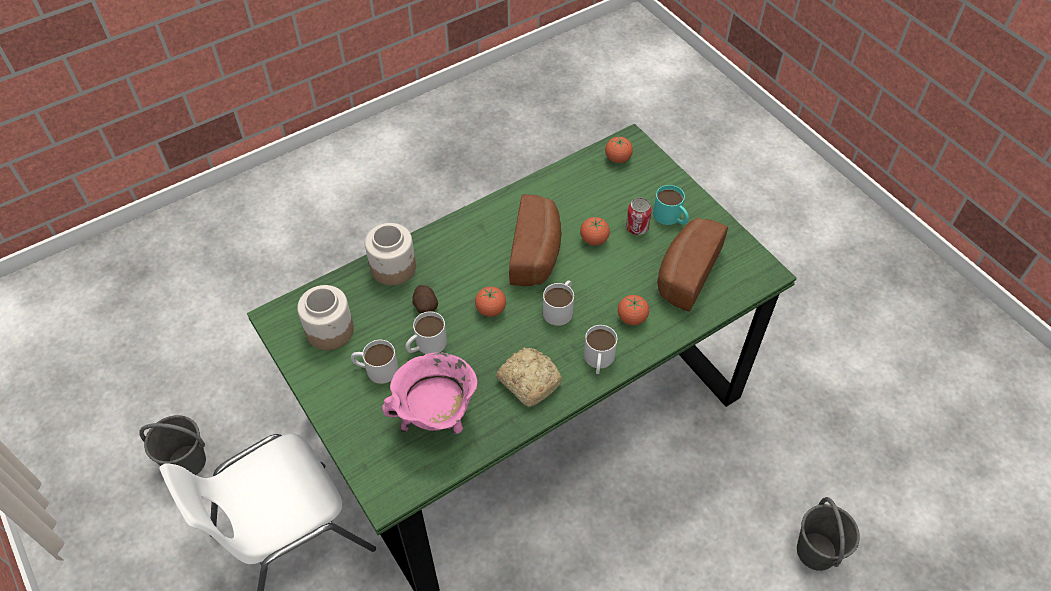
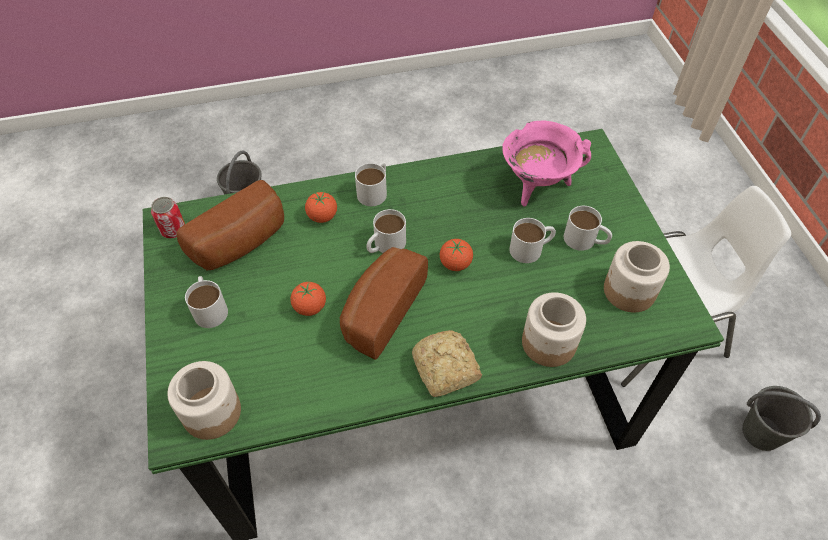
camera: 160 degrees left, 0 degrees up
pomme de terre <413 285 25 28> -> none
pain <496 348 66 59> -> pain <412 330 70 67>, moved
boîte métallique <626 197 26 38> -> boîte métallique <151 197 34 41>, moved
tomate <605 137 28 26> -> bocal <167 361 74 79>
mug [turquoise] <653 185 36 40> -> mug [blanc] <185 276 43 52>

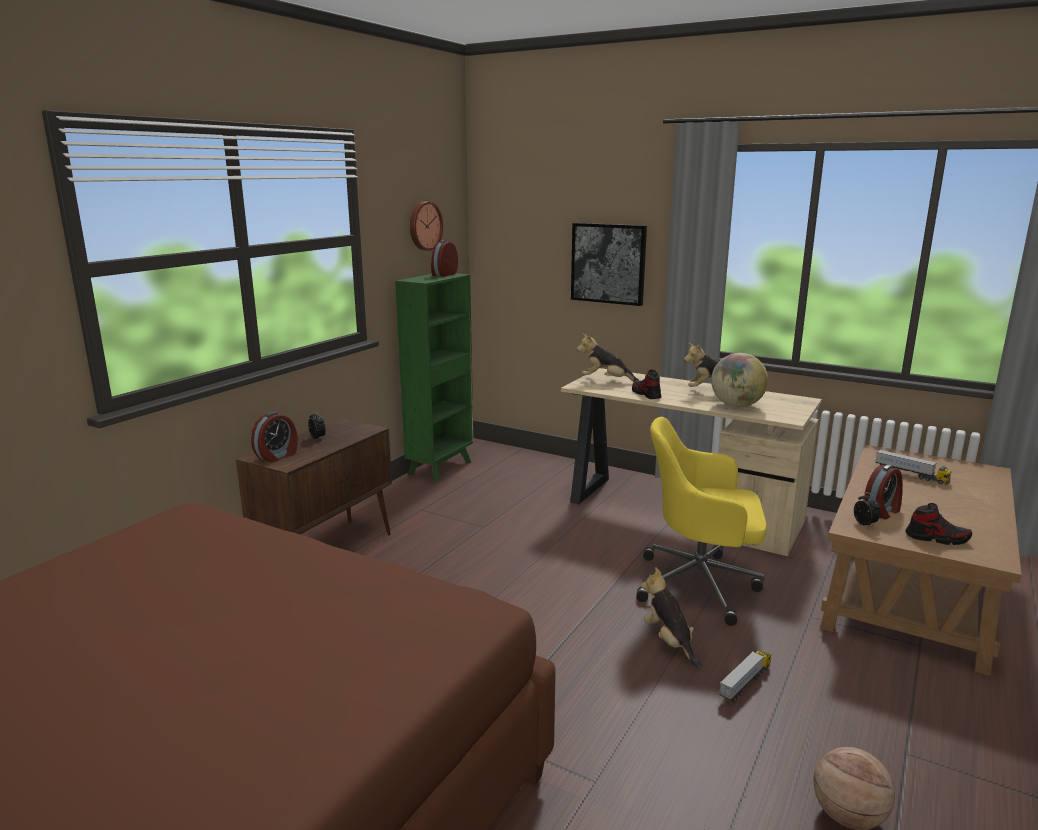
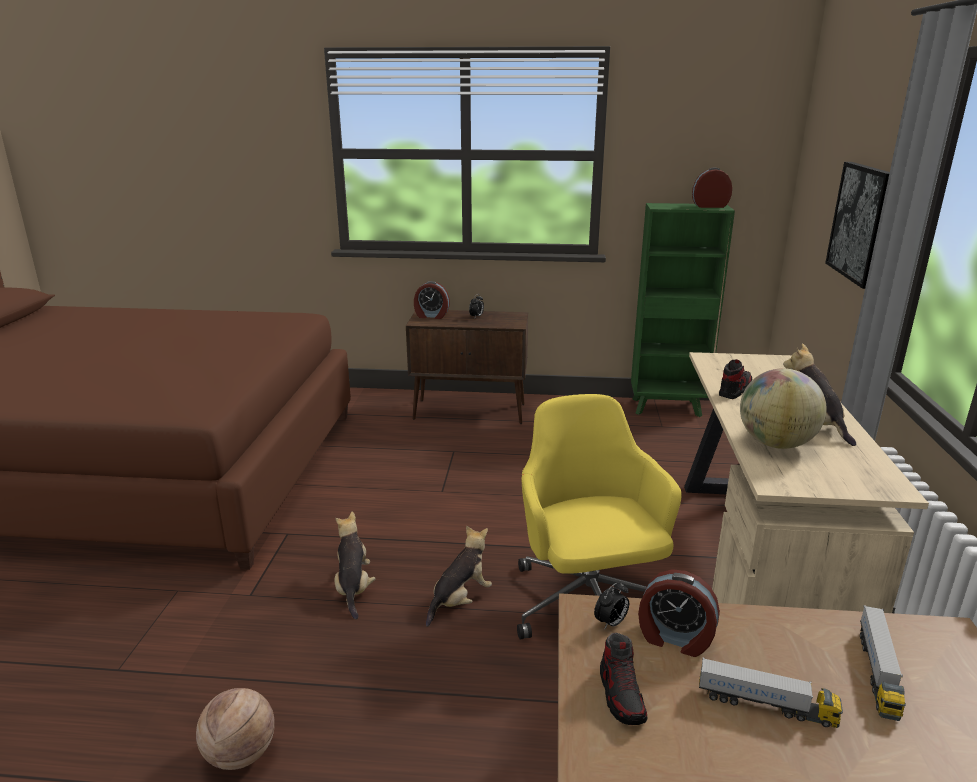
camera: 65 degrees right, 5 degrees up
horloge murale <410 202 33 49> -> none
peluche <577 333 62 49> -> peluche <334 512 42 108>, moved
camion jouet <719 649 52 53> -> camion jouet <699 658 144 70>, moved

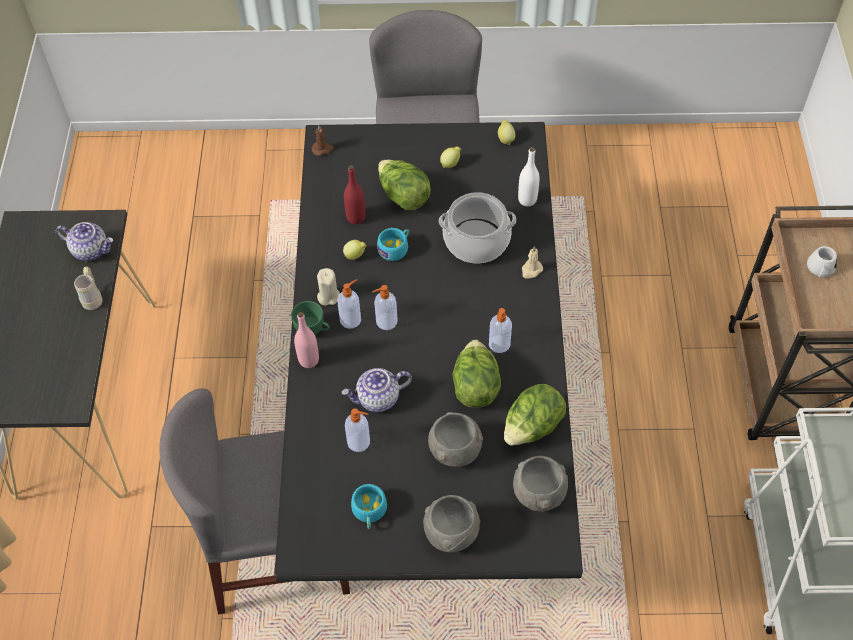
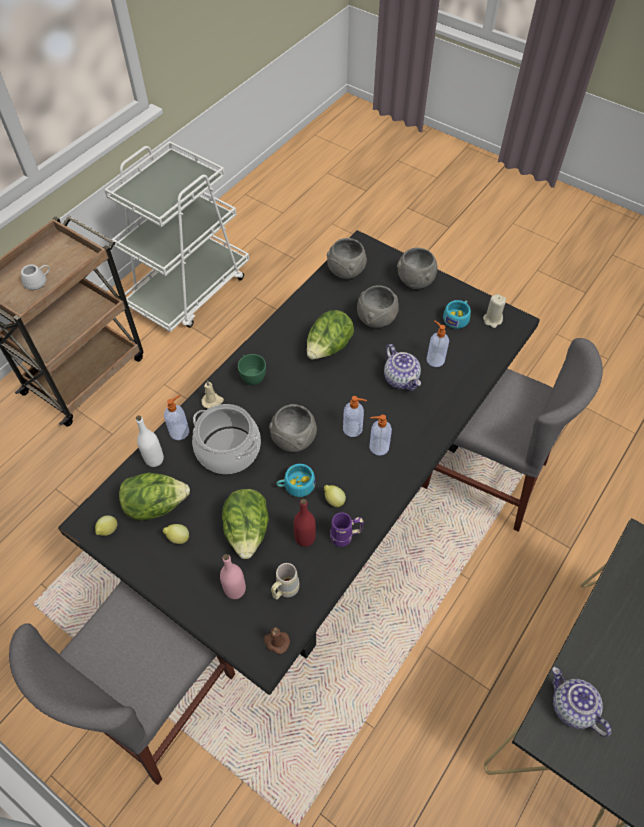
camera: 145 degrees left, 0 degrees up
none -> bol [gris] <269 404 48 48>
none -> mug [violet] <330 512 34 35>
mug [beige] <74 266 29 44> -> mug [beige] <271 563 28 36>, moved
tasse [vert] <291 301 39 34> -> tasse [vert] <238 354 28 31>, moved
bouteille [rose] <294 312 25 56> -> bouteille [rose] <220 554 26 45>, moved
bougie [beige] <317 268 23 37> -> bougie [beige] <483 294 23 34>, moved
distributeur de savon <489 308 23 45> -> distributeur de savon <164 395 25 45>, moved
laitue <504 384 62 61> -> laitue <119 473 71 48>, moved
théière <342 368 70 44> -> théière <384 344 37 47>, 45 degrees clockwise

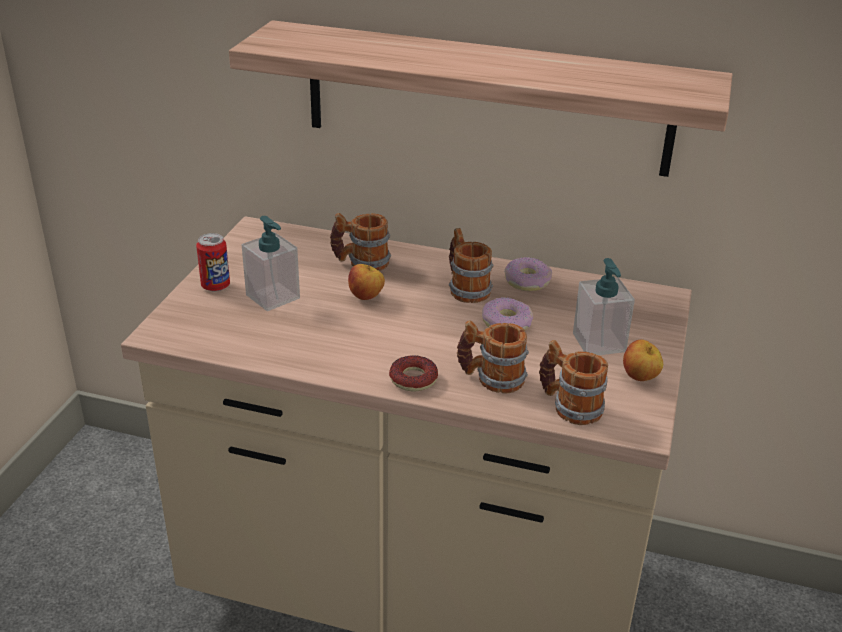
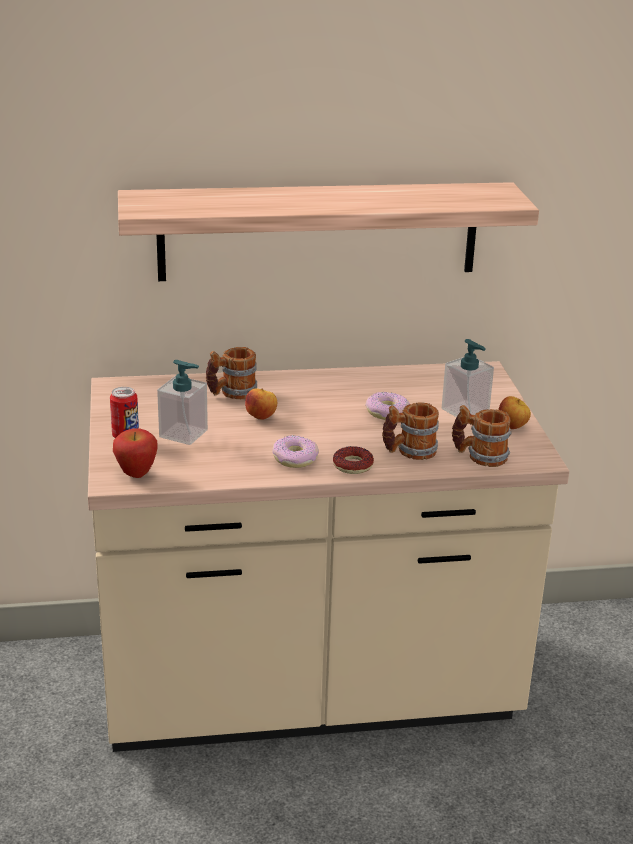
camera: 25 degrees left, 5 degrees down
mug <449 228 45 75> -> none
none -> pomme <113 428 45 50>
beignet <504 257 48 34> -> beignet <272 435 47 33>, moved

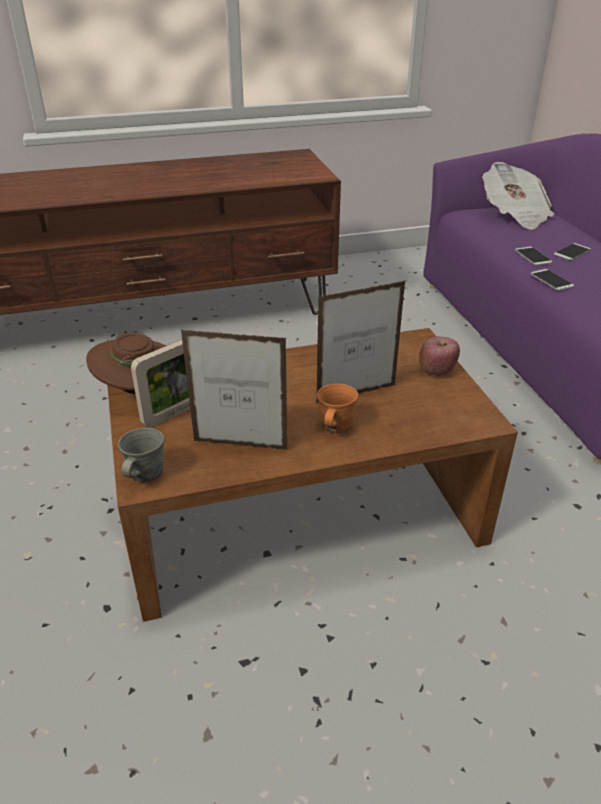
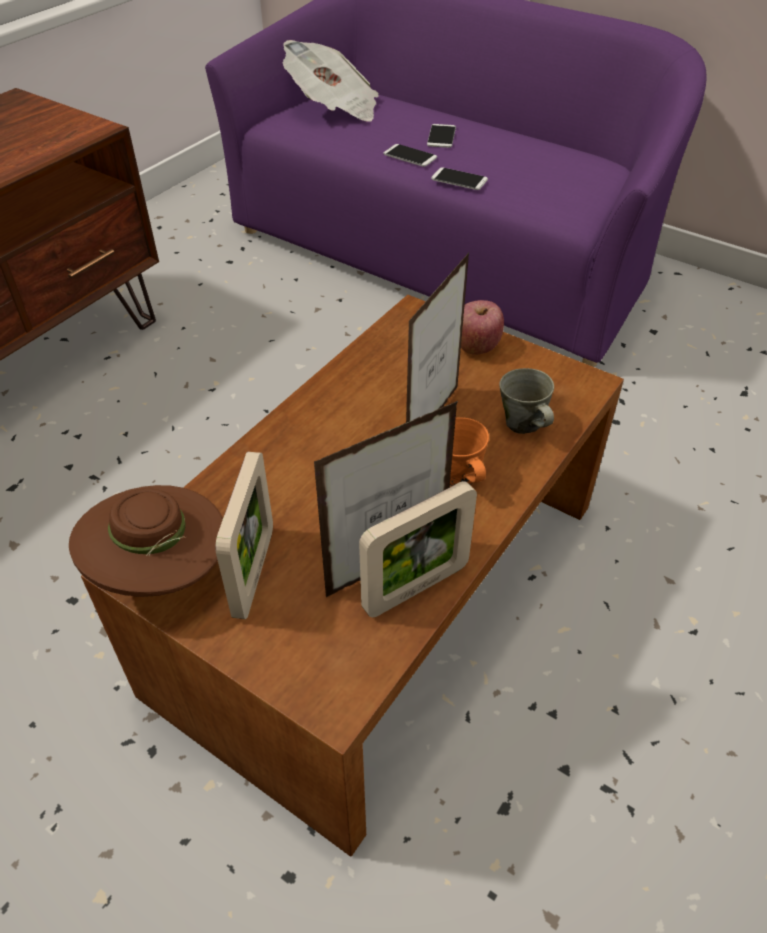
camera: 40 degrees left, 10 degrees up
none -> cadre photo <359 481 118 136>
mug [gris] <118 428 46 55> -> mug [gris] <499 368 55 66>, moved

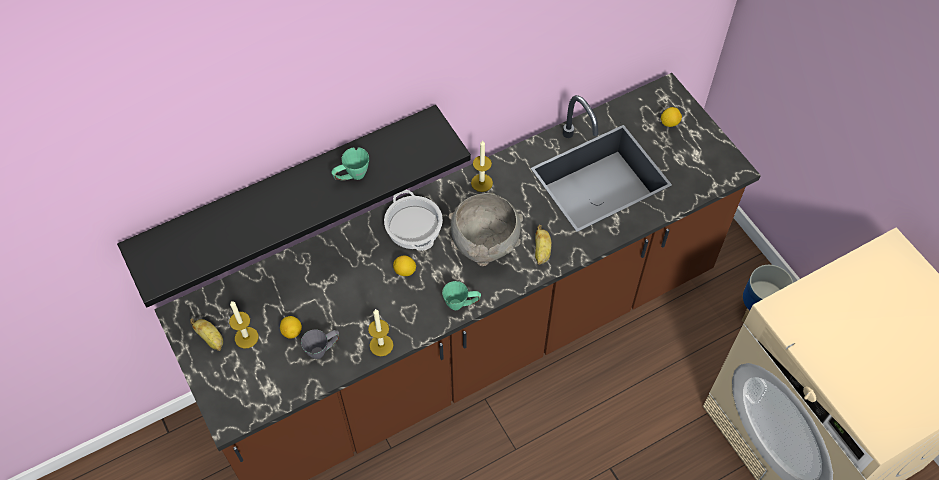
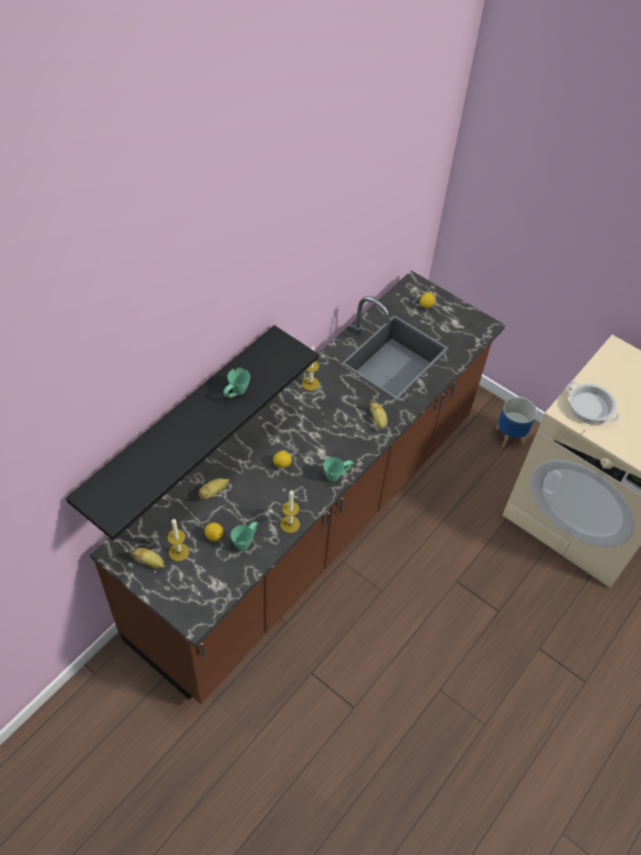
camera: 25 degrees left, 5 degrees down
bol [gris] <449 192 74 75> -> none
none -> banane <198 478 31 21>
marmite <384 190 59 61> -> marmite <566 382 53 43>, moved
mug [gris] <301 329 38 30> -> mug [vert] <231 522 27 29>

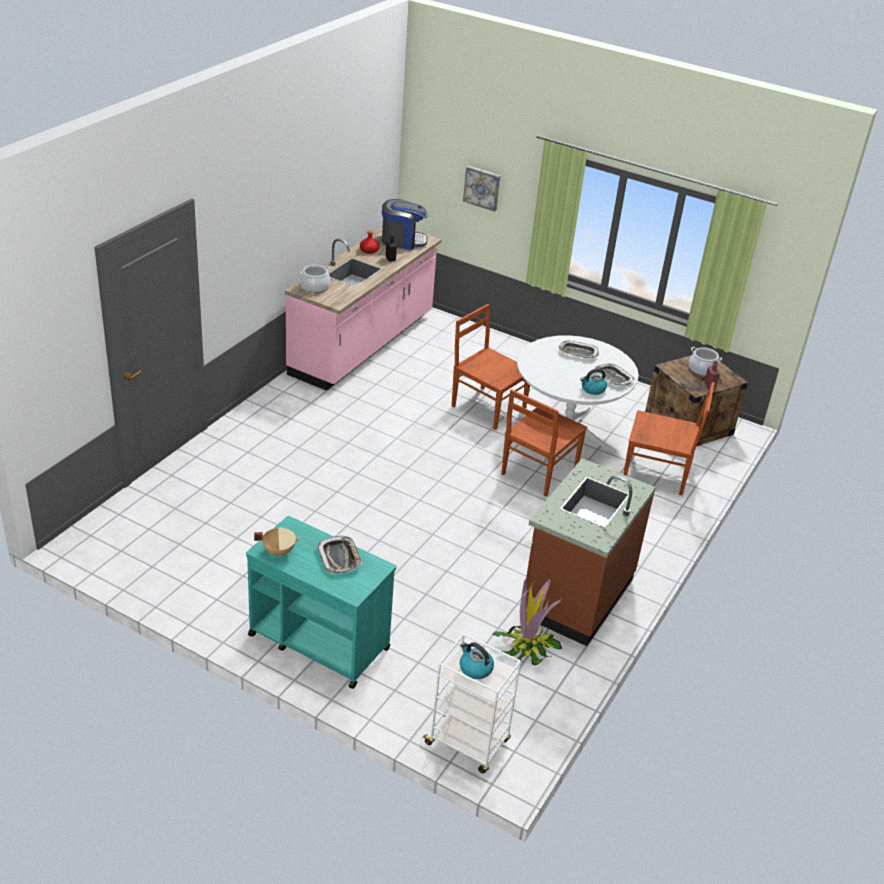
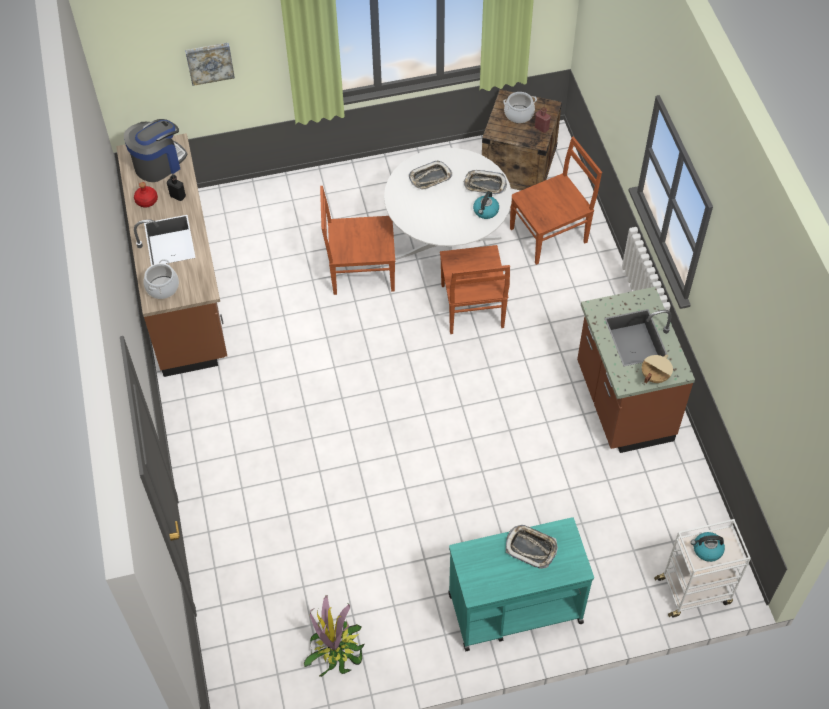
camera: 40 degrees left, 20 degrees up
marmite [beige] <254 528 46 29> -> marmite [beige] <642 355 31 29>, moved
plante en pot <492 575 70 90> -> plante en pot <304 595 61 82>, moved
comptoir de cuisine [rose] <285 228 157 163> -> comptoir de cuisine [marron] <116 133 111 244>

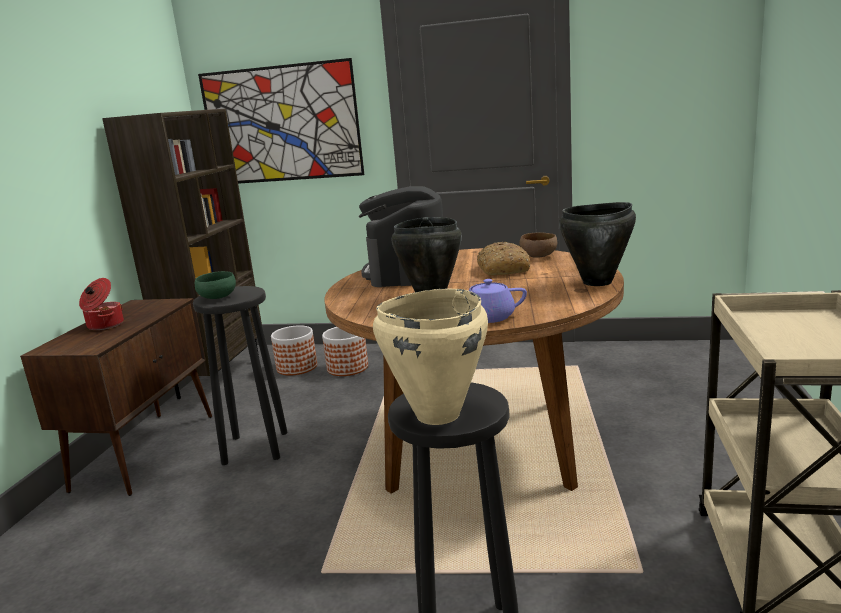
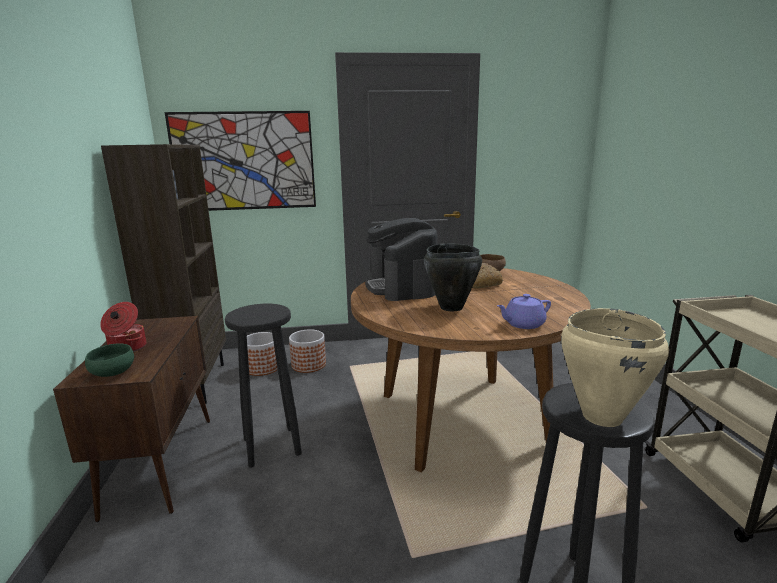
camera: 20 degrees left, 0 degrees up
marmite [noir] <559 202 77 84> -> none
bol [vert] <195 271 41 28> -> bol [vert] <85 343 49 34>, moved

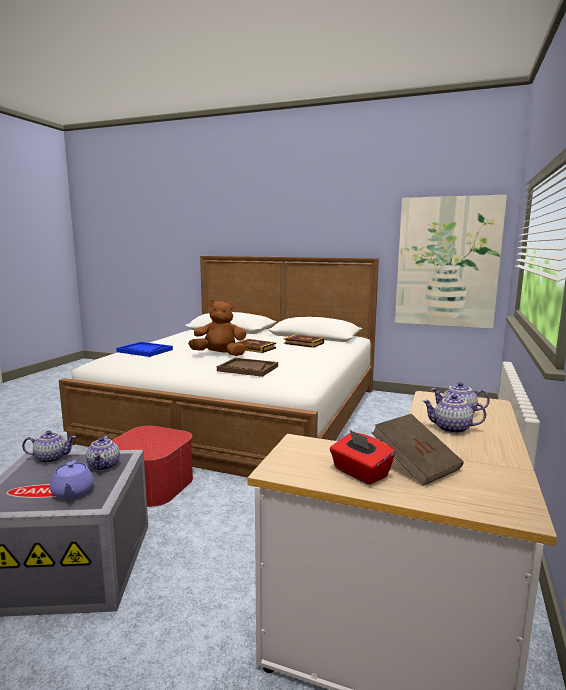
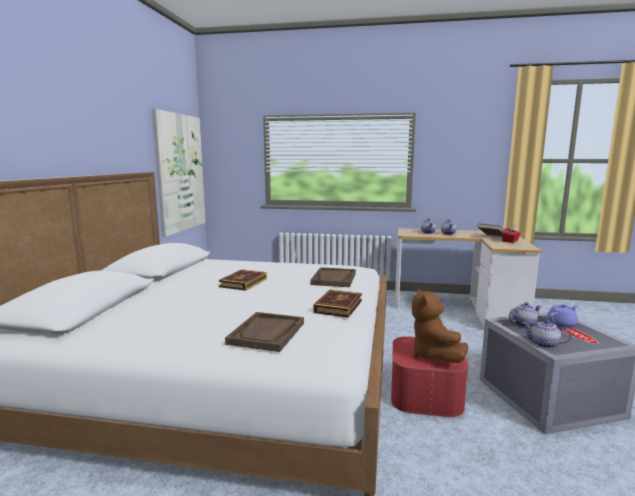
camera: 100 degrees left, 0 degrees up
peluche [marron] <188 300 58 56> -> peluche [marron] <412 288 57 75>, moved
livre <284 335 40 13> -> livre <313 289 49 29>, moved
plateau [bleu] <116 342 57 15> -> plateau [marron] <225 312 79 40>
théière <22 431 54 32> -> théière <523 320 48 28>, 45 degrees counterclockwise

